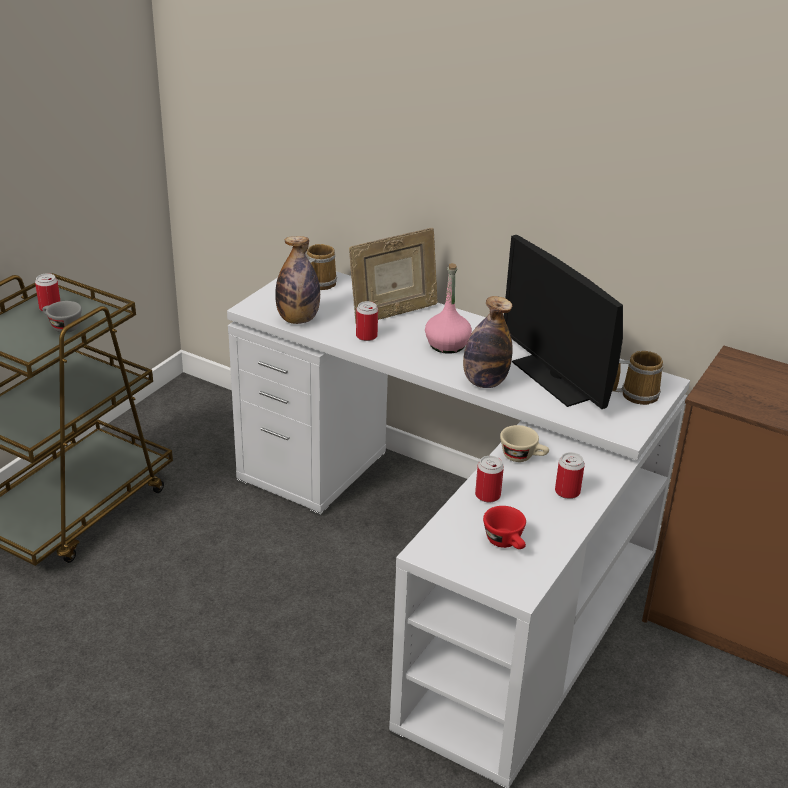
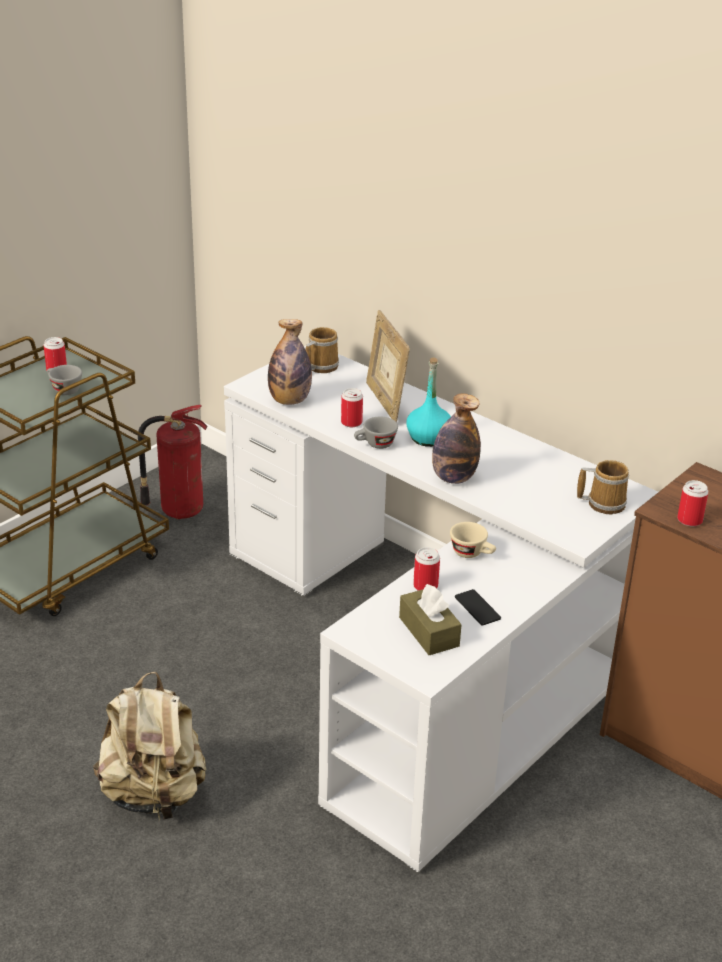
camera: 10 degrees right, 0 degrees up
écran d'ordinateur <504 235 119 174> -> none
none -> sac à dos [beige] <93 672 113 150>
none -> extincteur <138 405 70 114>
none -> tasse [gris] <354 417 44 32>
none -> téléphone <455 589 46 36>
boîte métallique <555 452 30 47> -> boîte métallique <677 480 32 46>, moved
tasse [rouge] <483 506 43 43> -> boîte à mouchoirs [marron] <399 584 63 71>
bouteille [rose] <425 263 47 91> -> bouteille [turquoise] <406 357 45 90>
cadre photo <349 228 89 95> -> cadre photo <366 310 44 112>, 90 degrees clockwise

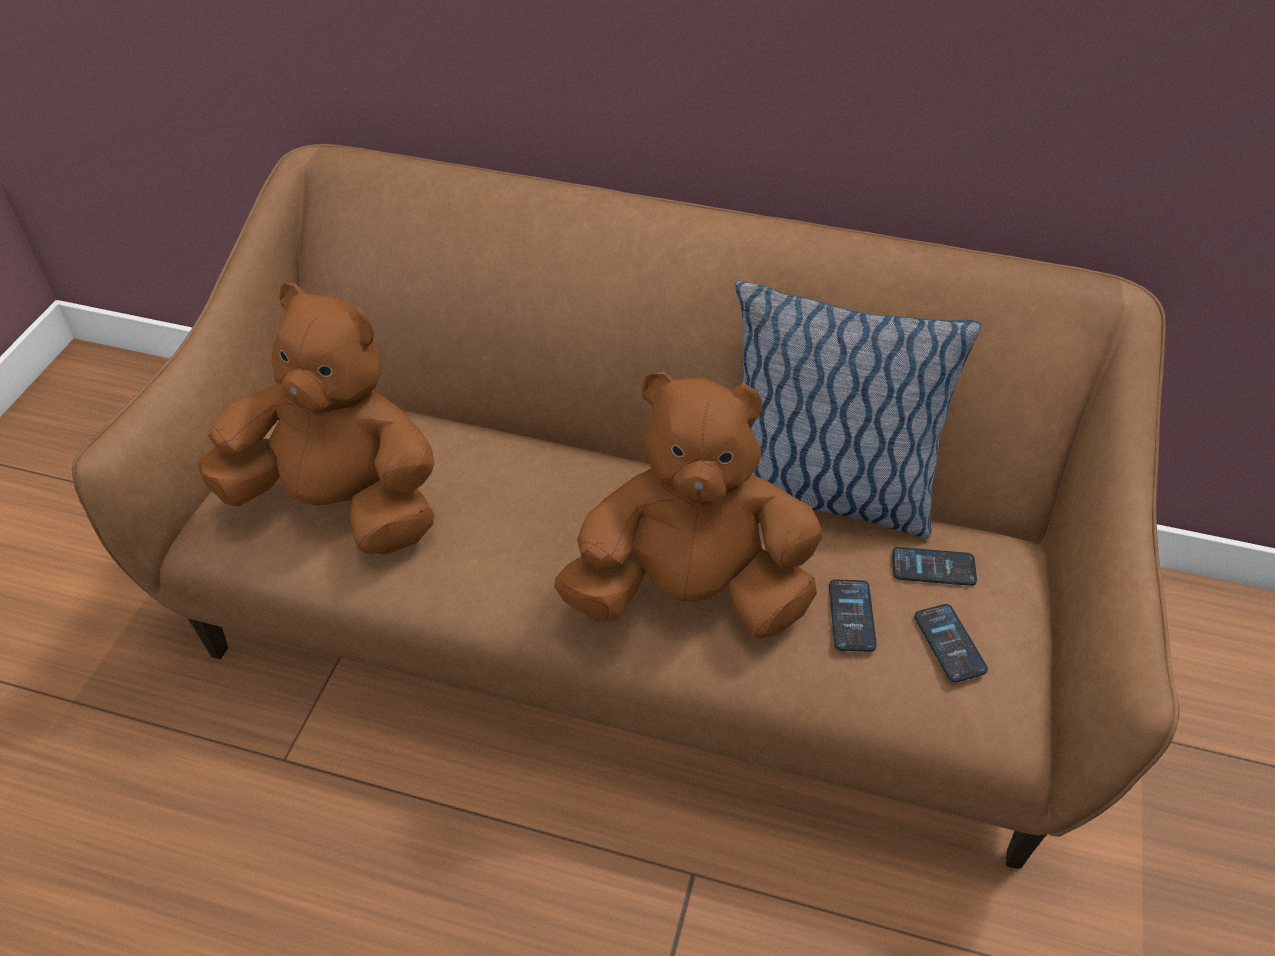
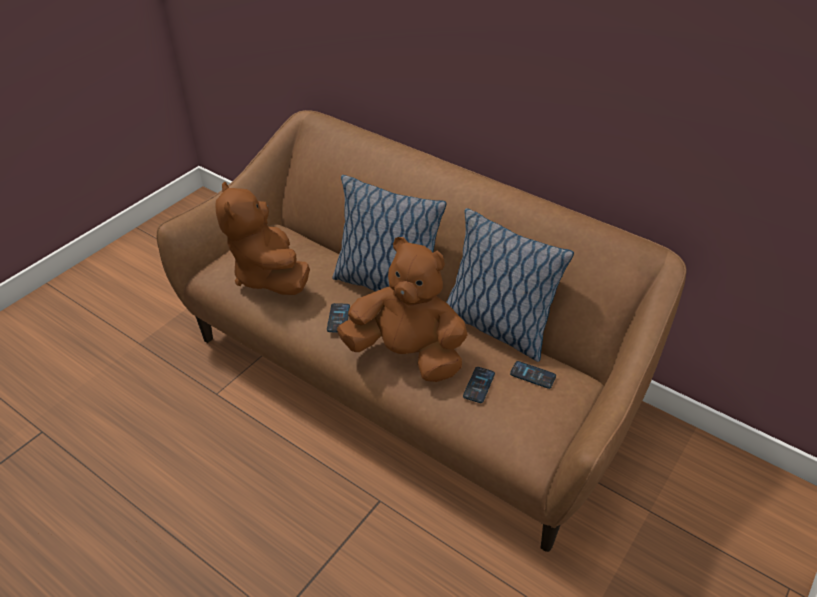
camera: 20 degrees right, 5 degrees down
none -> coussin <332 175 115 116>
téléphone <914 604 74 78> -> téléphone <327 303 23 30>, moved
peluche [marron] <198 283 237 271> -> peluche [marron] <215 181 95 114>, 150 degrees counterclockwise

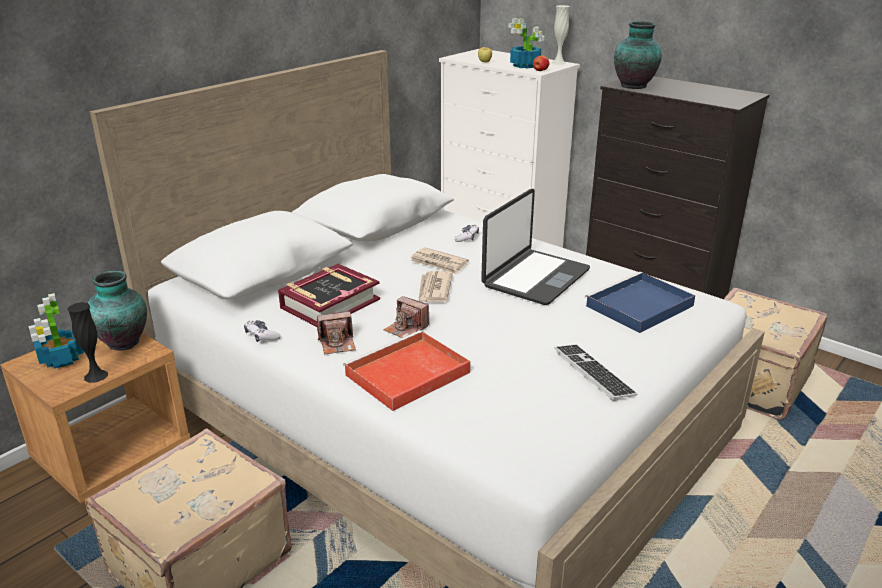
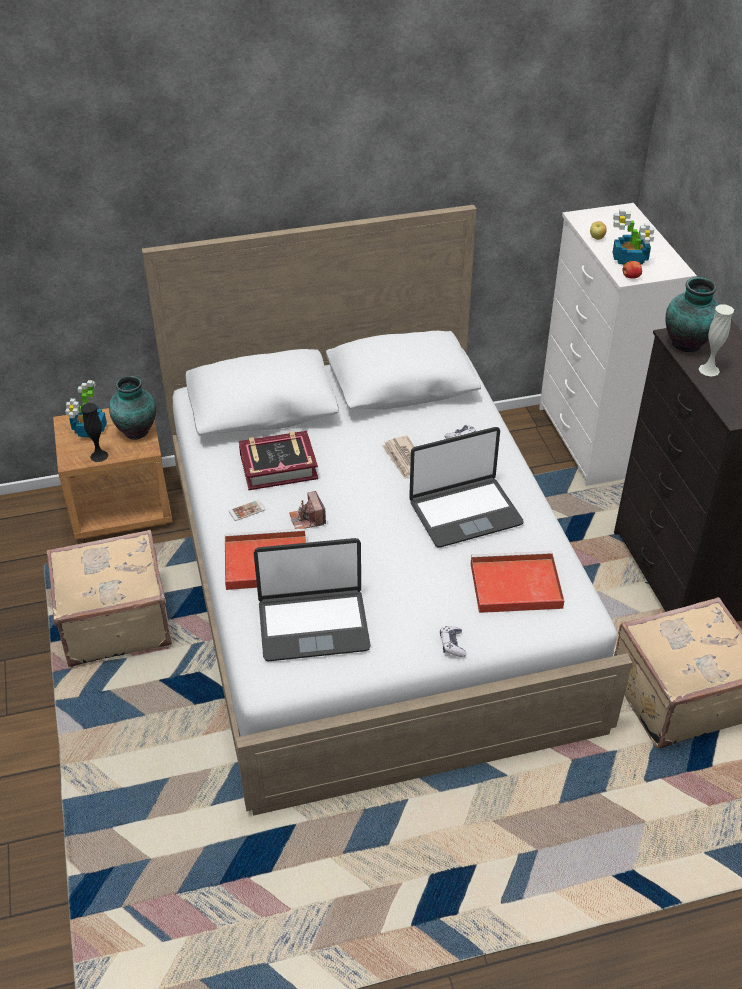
camera: 35 degrees right, 15 degrees up
journal <418 271 35 31> -> none
clavier <554 344 84 57> -> none
none -> ordinateur portable <254 538 117 123>
manette <244 320 37 22> -> manette <440 626 27 31>, moved
vase [blanc] <552 5 18 60> -> vase [blanc] <698 304 36 72>, moved
appareil photo <317 310 39 45> -> téléphone <229 500 37 21>
plateau [bleu] <585 272 110 61> -> plateau [rouge] <470 551 94 62>

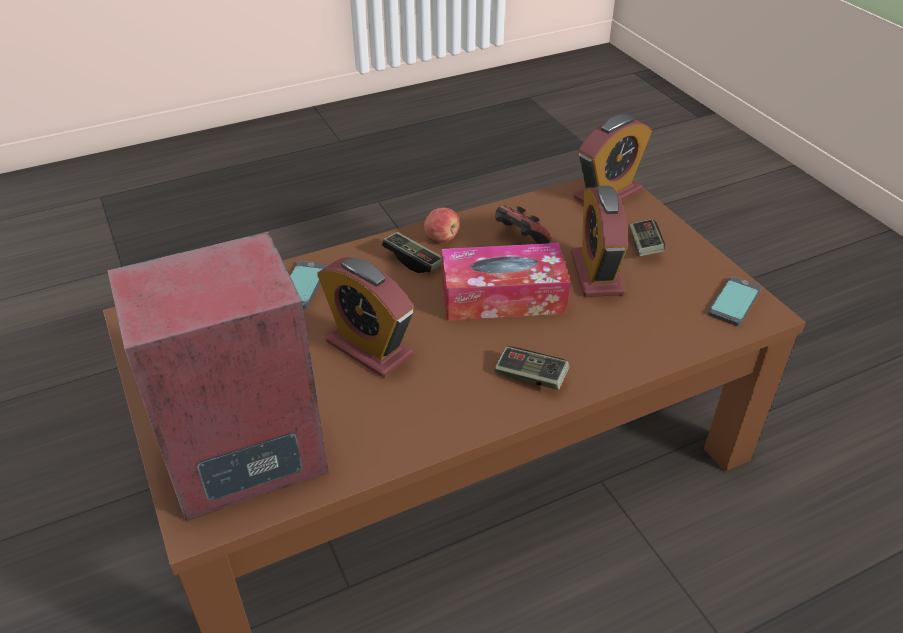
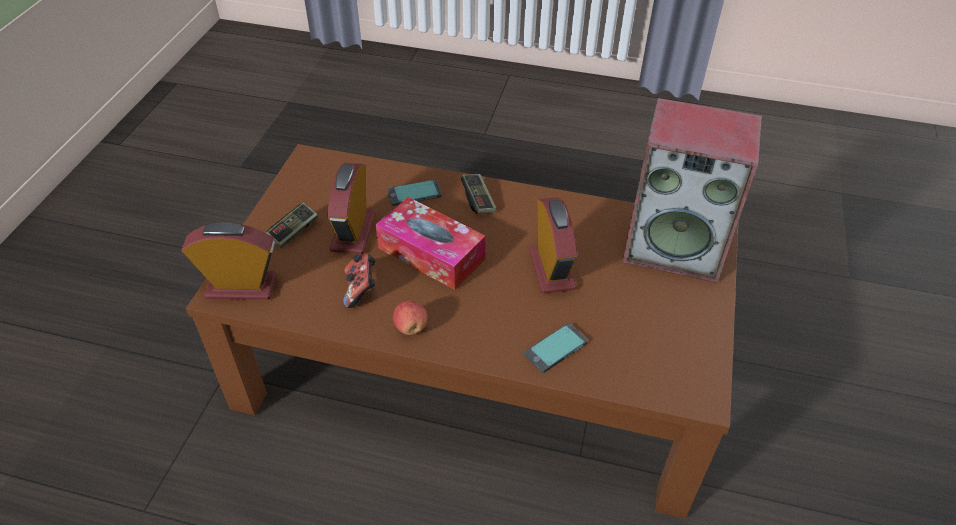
camera: 140 degrees left, 5 degrees up
manette <382 232 60 41> -> none
téléphone <708 276 54 50> -> téléphone <387 179 55 27>, moved
réveil <571 186 57 111> -> réveil <327 163 49 91>, 150 degrees clockwise

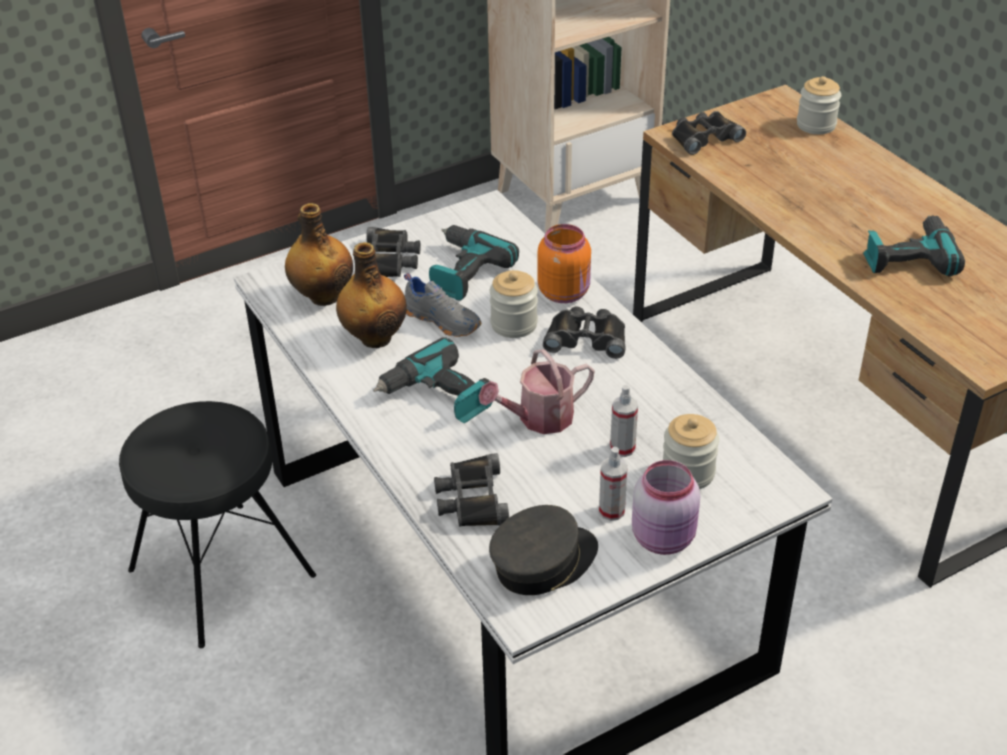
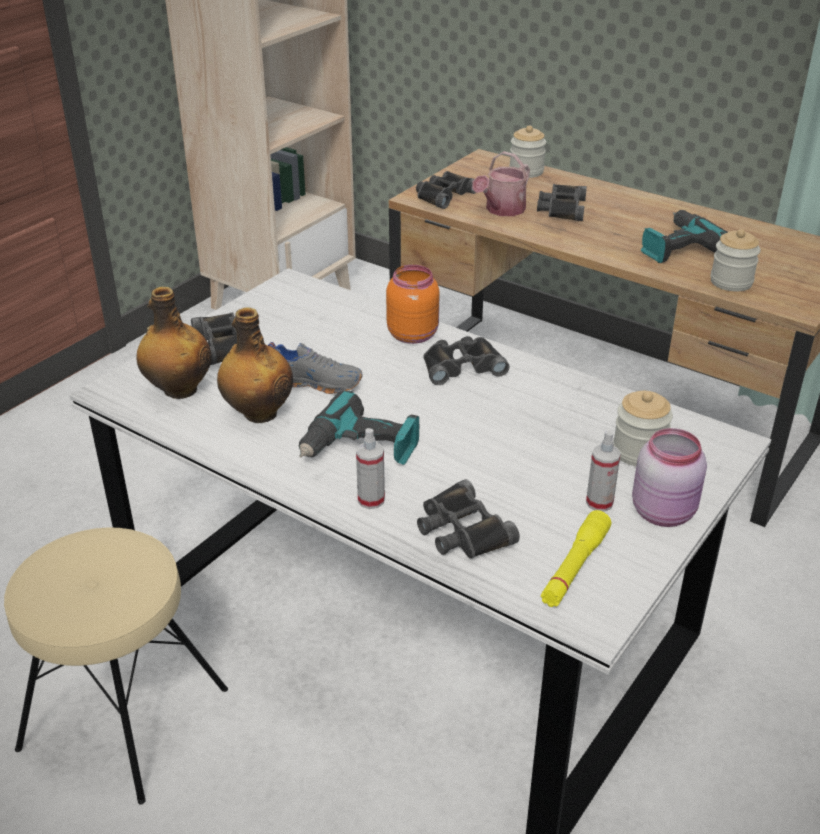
camera: 25 degrees left, 5 degrees down
perceuse <429 225 90 76> -> none
none -> jumelles [noir] <537 184 50 37>
arrosoir <479 349 115 85> -> arrosoir <472 151 58 65>, moved
bocal <490 270 48 68> -> bocal <710 229 51 63>, moved
vaporisateur <610 385 28 72> -> vaporisateur <356 428 29 81>, moved
casquette [gris] <489 505 109 90> -> lampe de poche [jaune] <541 510 70 97>
tabouret [noir] <119 401 197 247> -> tabouret [beige] <4 528 224 277>

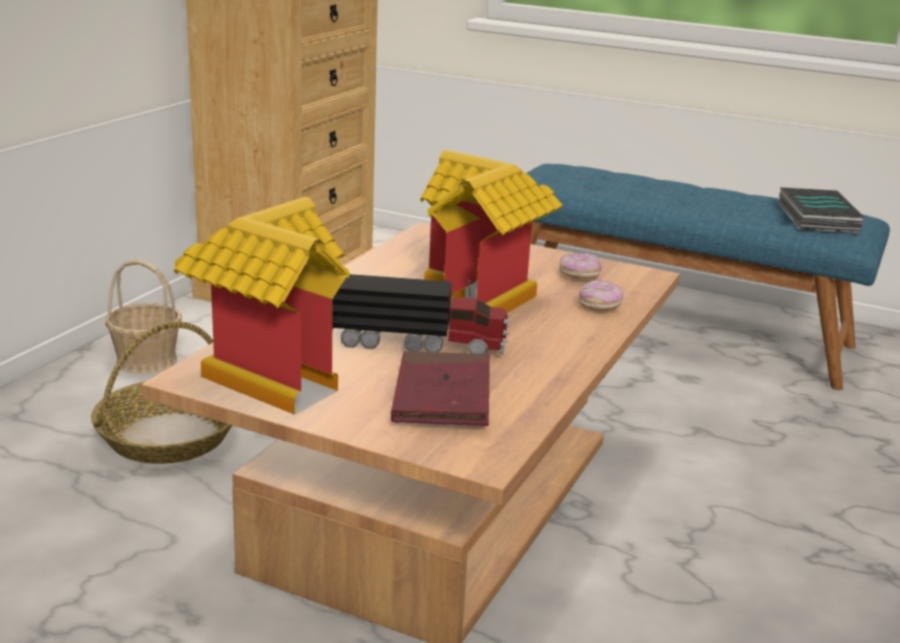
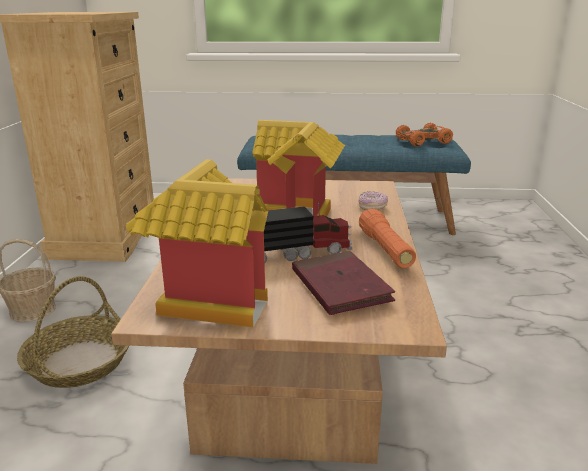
camera: 20 degrees left, 0 degrees up
beignet <559 253 43 26> -> none
none -> lampe de poche [orange] <359 209 57 59>
livre <778 187 86 46> -> petite voiture [orange] <396 123 57 23>

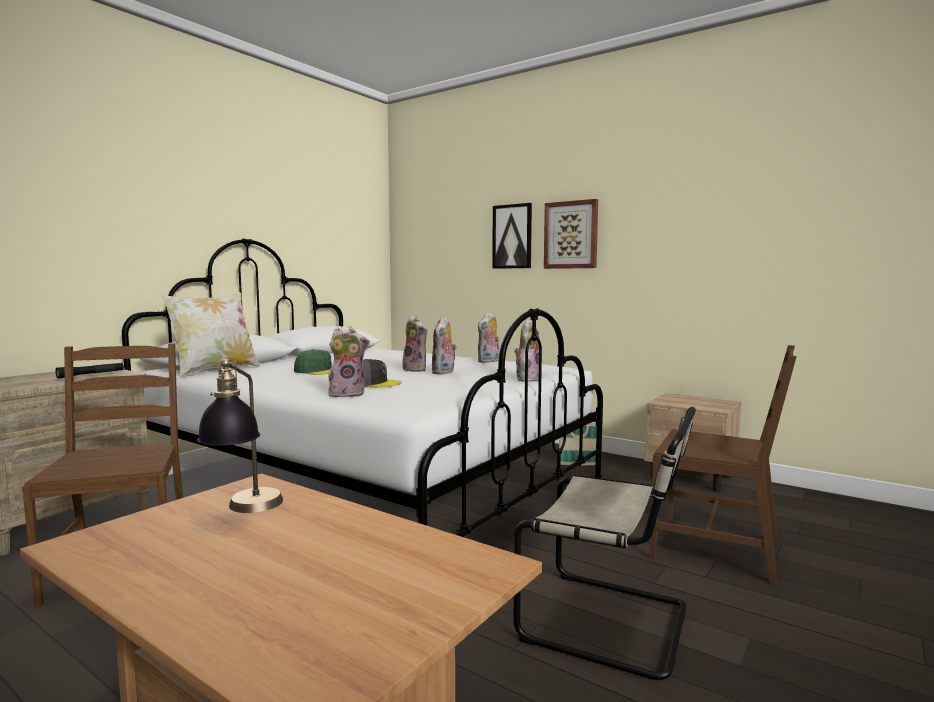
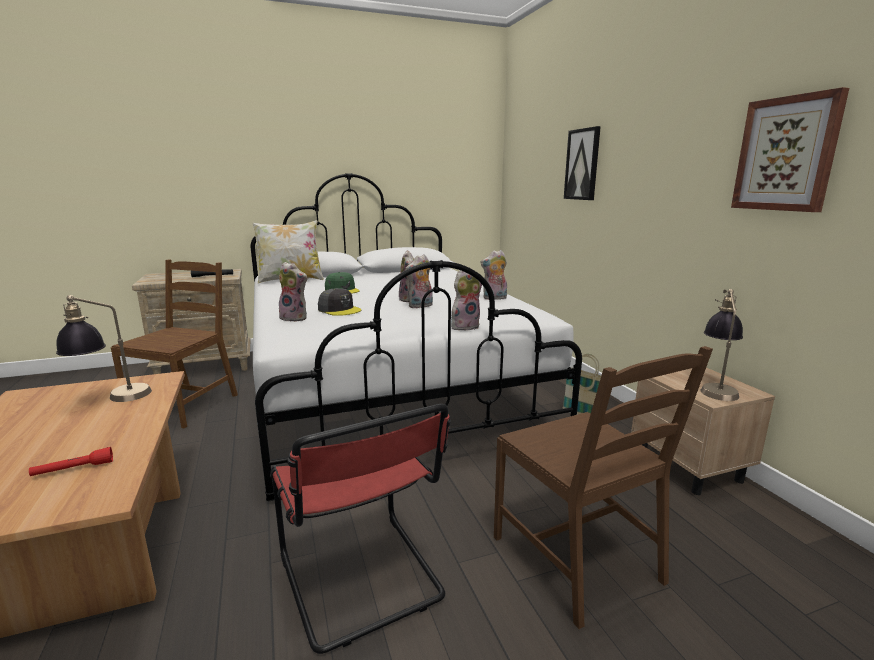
camera: 35 degrees right, 10 degrees up
none -> lampe de poche [rouge] <29 447 84 29>
none -> lampe de table <700 289 43 112>
tableau <544 199 54 70> -> tableau <731 87 118 125>, moved
chaise [beige] <513 407 183 273> -> chaise [rouge] <270 404 181 250>

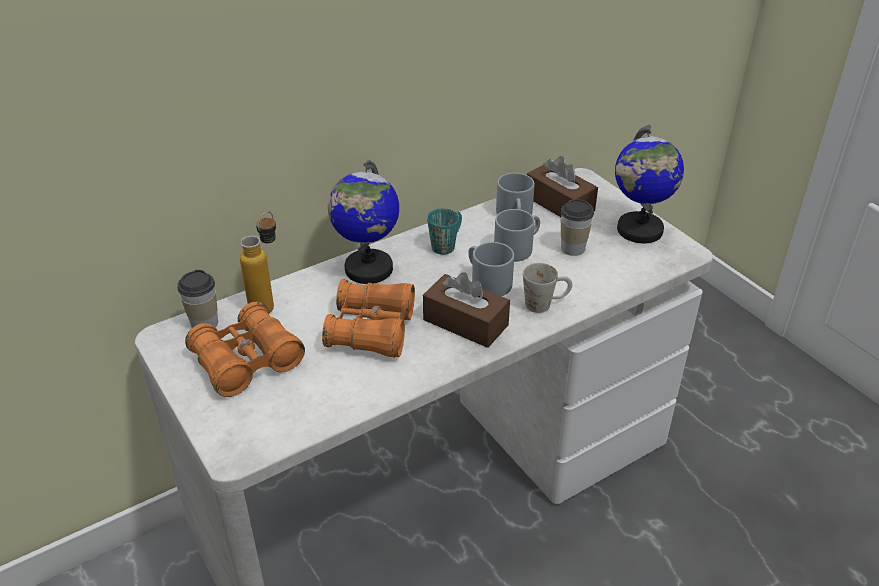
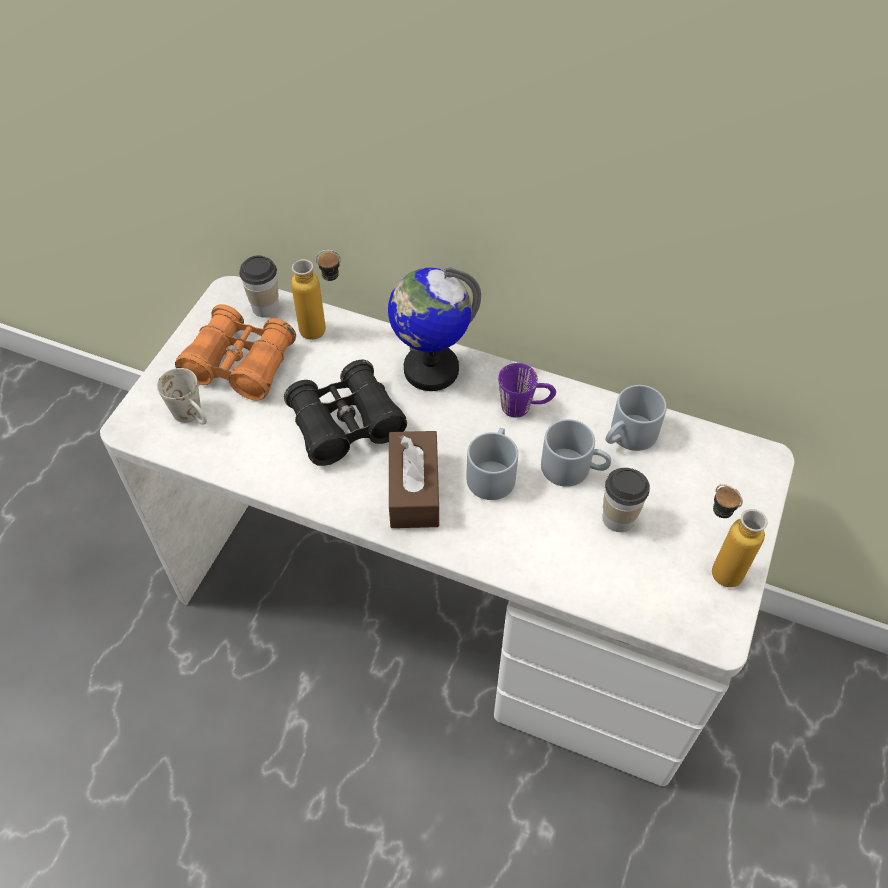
camera: 55 degrees right, 15 degrees up
boîte à mouchoirs [marron] <527 156 71 61> -> none
mug [blanc] <523 263 50 50> -> mug [blanc] <157 368 50 56>, moved
globe <615 125 69 118> -> bouteille <712 484 55 103>
jumelles [orange] <322 279 93 79> -> jumelles [noir] <284 360 123 106>
mug [turquoise] <427 208 35 47> -> mug [violet] <498 363 58 55>

